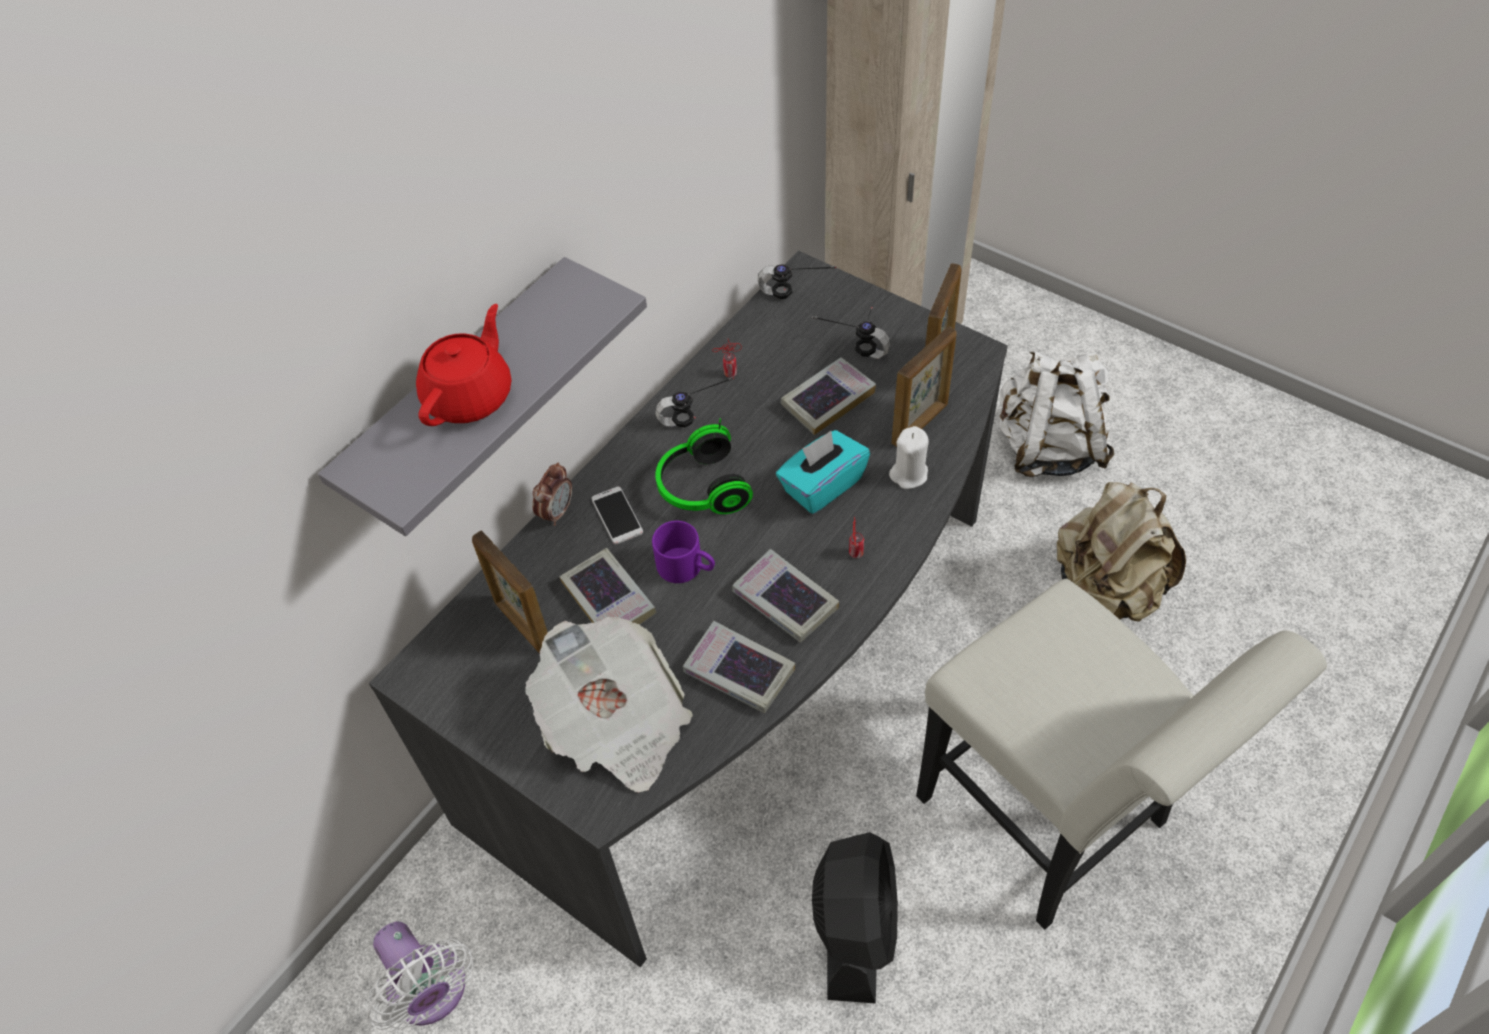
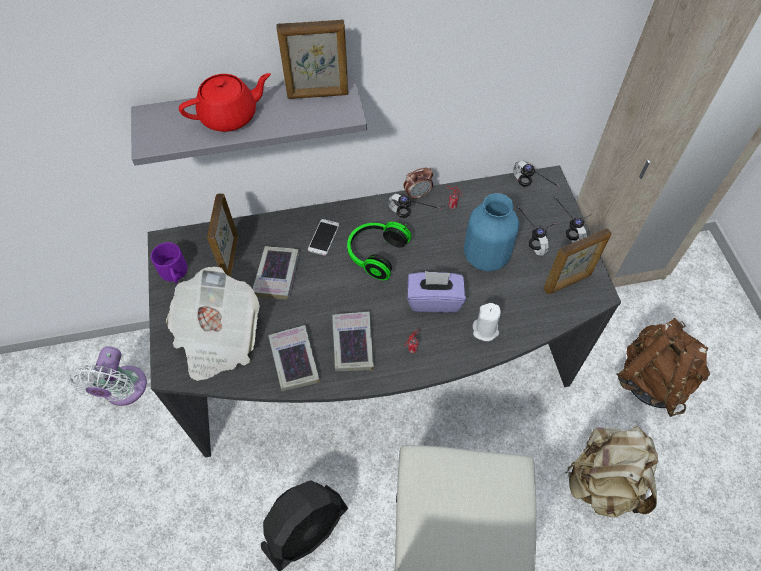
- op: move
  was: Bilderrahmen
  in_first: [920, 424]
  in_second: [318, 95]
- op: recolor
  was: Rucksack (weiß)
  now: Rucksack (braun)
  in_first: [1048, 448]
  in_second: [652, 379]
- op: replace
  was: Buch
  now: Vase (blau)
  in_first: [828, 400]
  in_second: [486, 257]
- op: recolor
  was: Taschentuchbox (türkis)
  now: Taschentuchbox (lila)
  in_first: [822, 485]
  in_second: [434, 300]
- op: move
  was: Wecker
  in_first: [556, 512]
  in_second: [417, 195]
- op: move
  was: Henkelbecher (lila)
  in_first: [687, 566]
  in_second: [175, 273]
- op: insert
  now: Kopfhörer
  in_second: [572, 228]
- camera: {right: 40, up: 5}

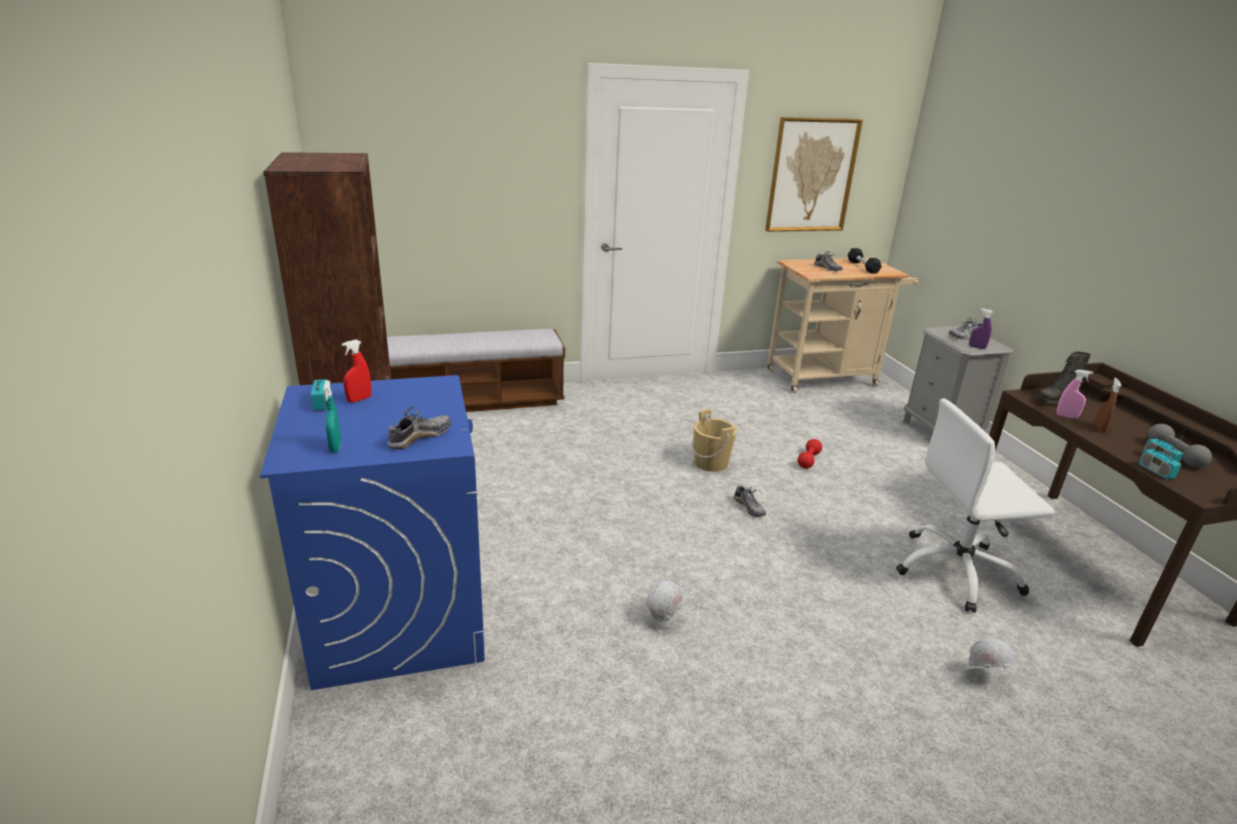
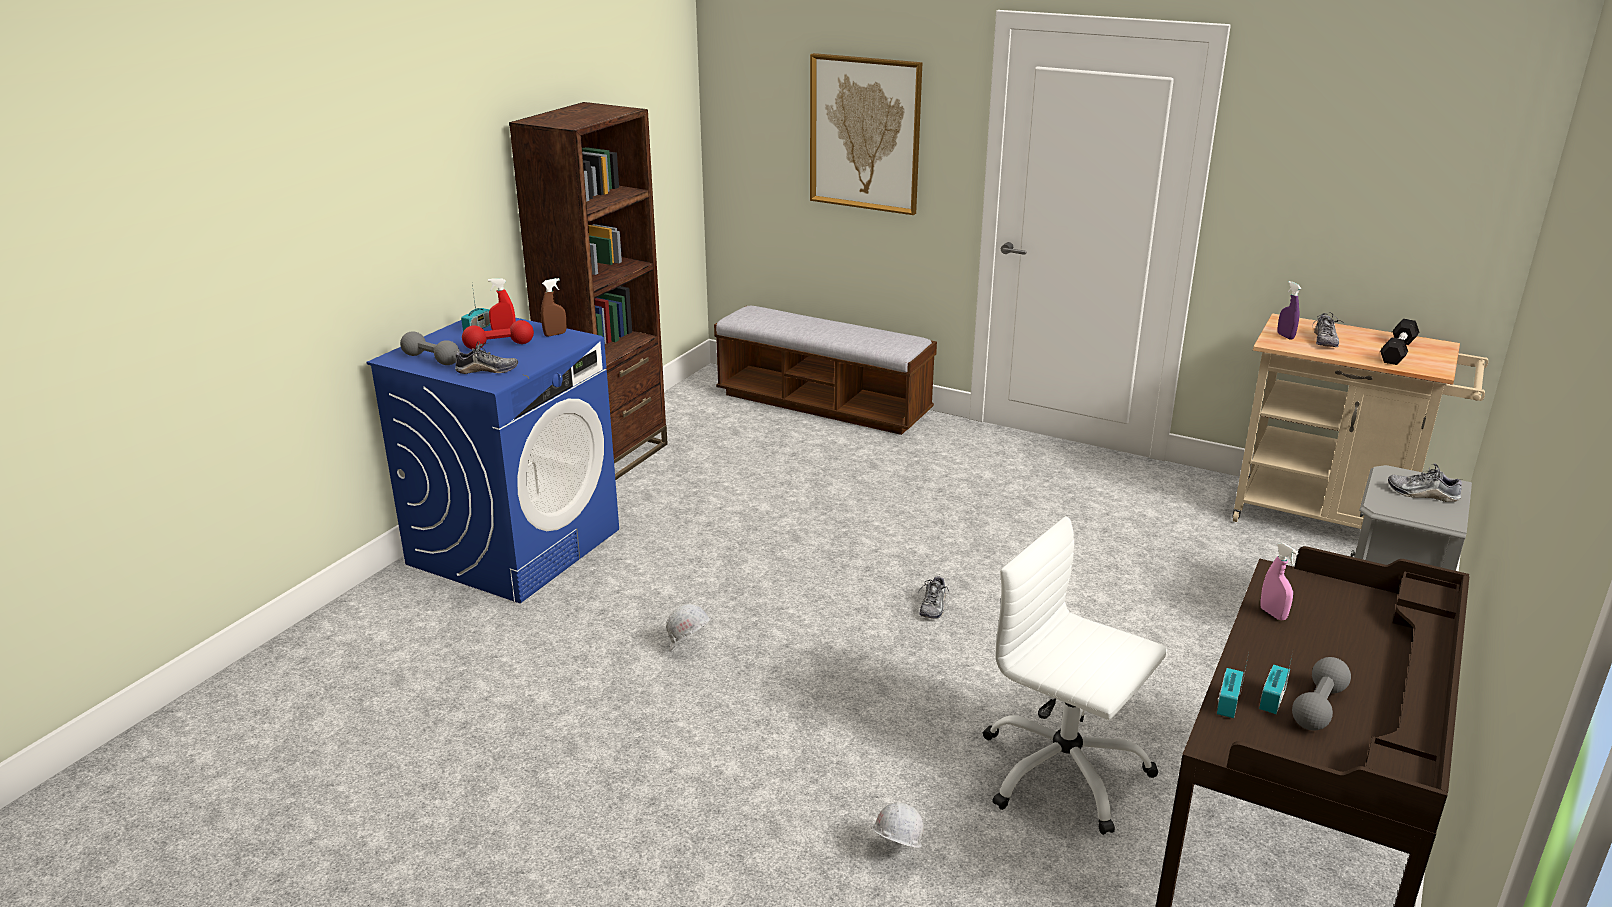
- op: move
  was: Bild
  in_first: [811, 175]
  in_second: [865, 133]
- op: move
  was: Sprühflasche (lila)
  in_first: [977, 347]
  in_second: [1285, 336]
- op: delete
  was: Stiefel (schwarz)
  in_first: [1055, 399]
- op: move
  was: Sprühflasche (braun)
  in_first: [1099, 428]
  in_second: [555, 334]
- op: replace
  was: Sprühflasche (türkis)
  now: Hantel (grau)
  in_first: [335, 447]
  in_second: [431, 359]
- op: delete
  was: Eimer (beige)
  in_first: [711, 463]
- op: move
  was: Hantel (rot)
  in_first: [808, 460]
  in_second: [499, 346]
- camera: {right: 45, up: 0}

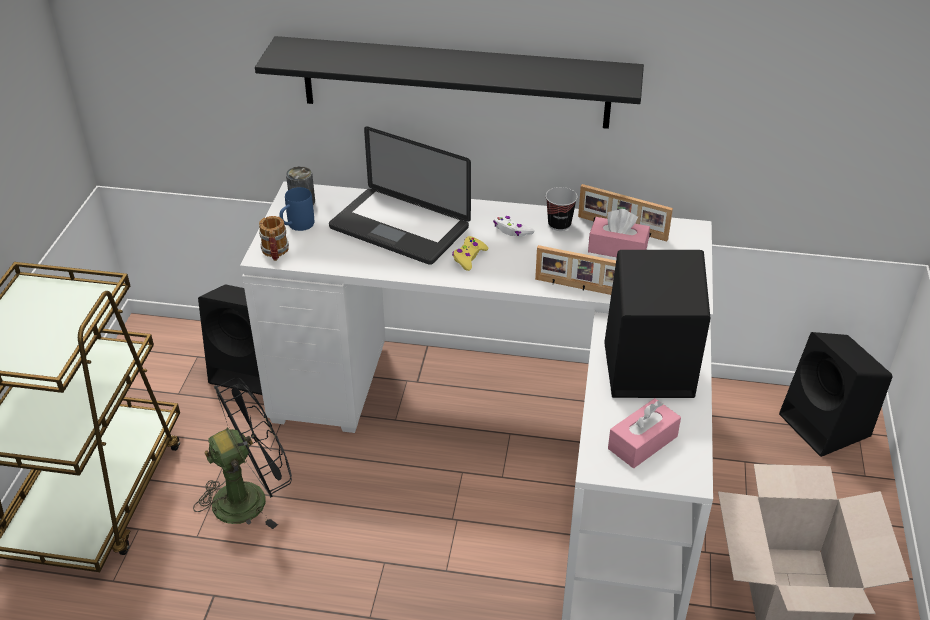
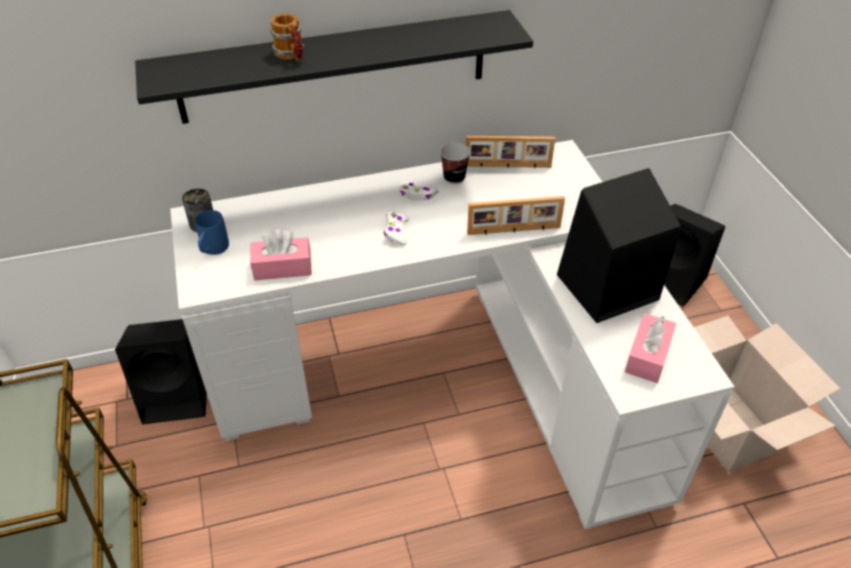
- op: delete
  was: Laptop
  in_first: [399, 228]
- op: move
  was: Taschentuchbox (rosa)
  in_first: [617, 249]
  in_second: [282, 267]
- op: move
  was: Henkelbecher
  in_first: [275, 253]
  in_second: [291, 55]
- op: recolor
  was: Gamepad (gelb)
  now: Gamepad (weiß)
  in_first: [469, 257]
  in_second: [396, 232]
- op: delete
  was: Ventilator (schwarz)
  in_first: [250, 497]
- camera: {right: -25, up: 5}

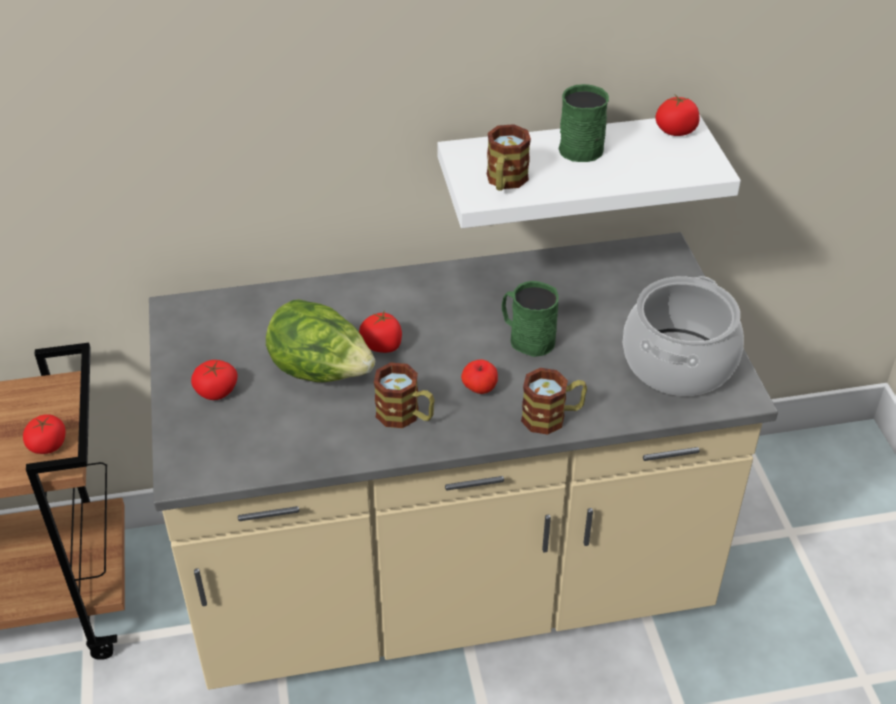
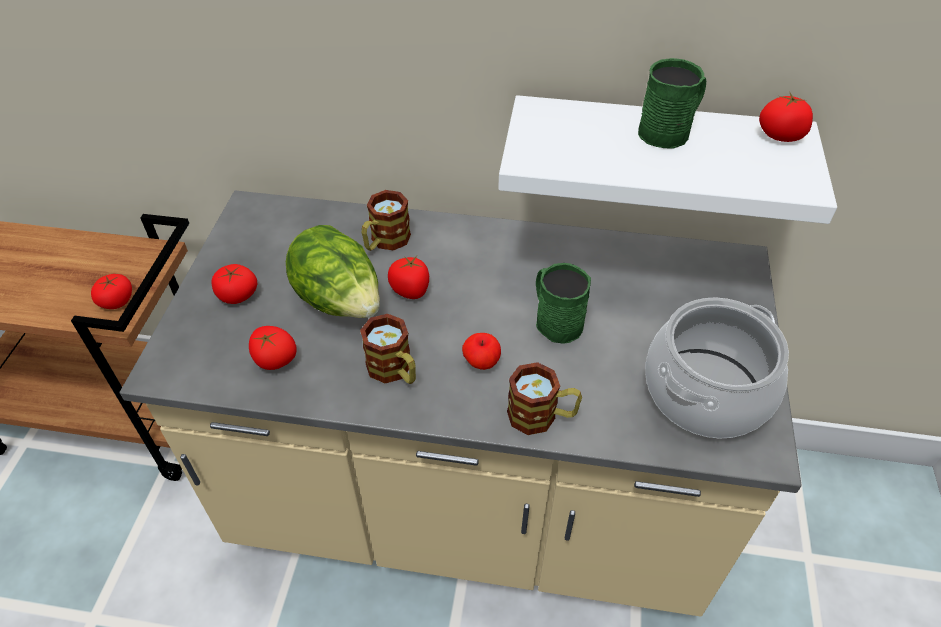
- op: move
  was: Henkelbecher
  in_first: [505, 182]
  in_second: [385, 242]
- op: insert
  now: Tomate
  in_second: [275, 360]
- camera: {right: 20, up: 5}

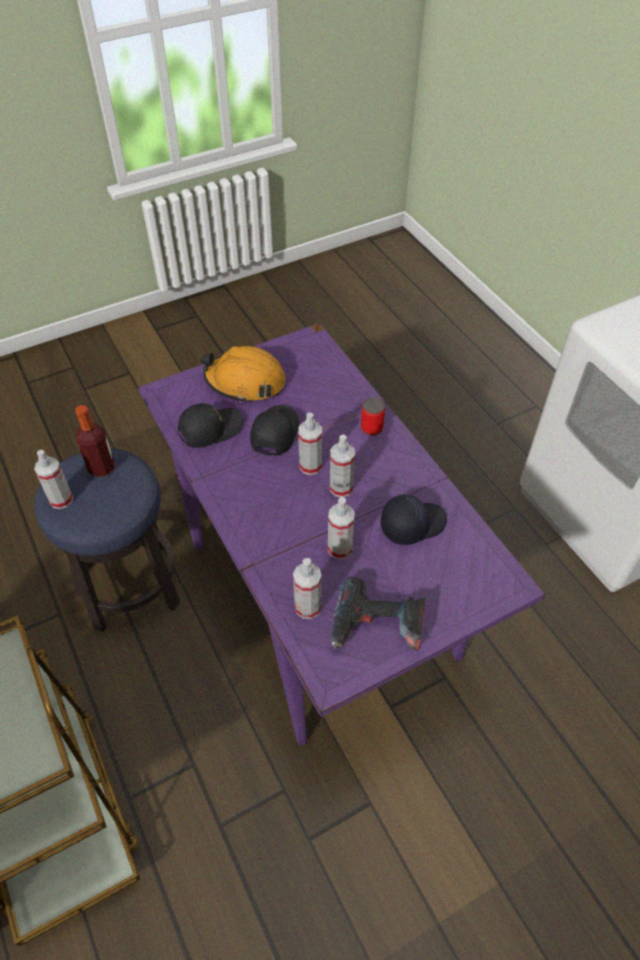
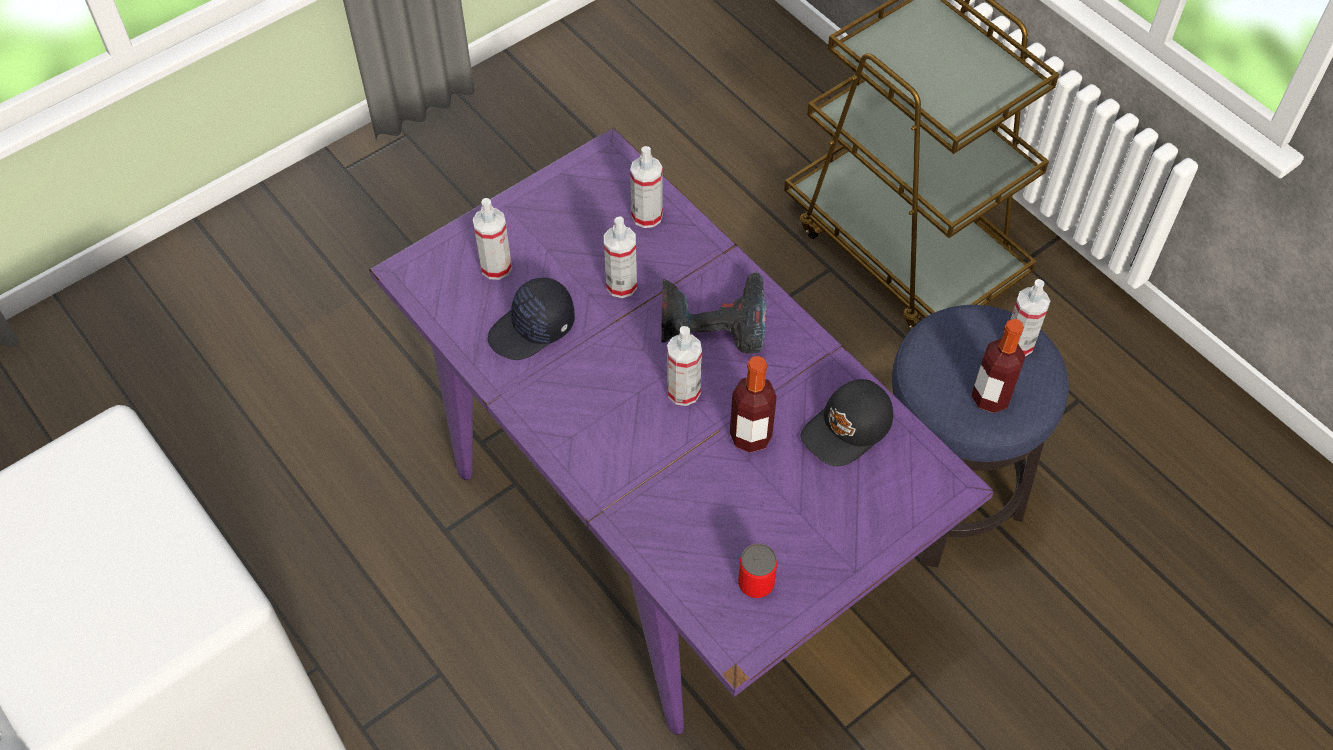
- op: delete
  was: Schutzhelm (orange)
  in_first: [245, 382]
- op: move
  was: Dose
  in_first: [371, 428]
  in_second: [756, 583]
- op: replace
  was: Kappe (schwarz)
  now: Flasche
  in_first: [273, 433]
  in_second: [750, 436]
- op: move
  was: Sprühflasche
  in_first: [341, 488]
  in_second: [496, 267]
- op: move
  was: Bohrmaschine
  in_first: [376, 626]
  in_second: [713, 319]
- camera: {right: 170, up: 5}

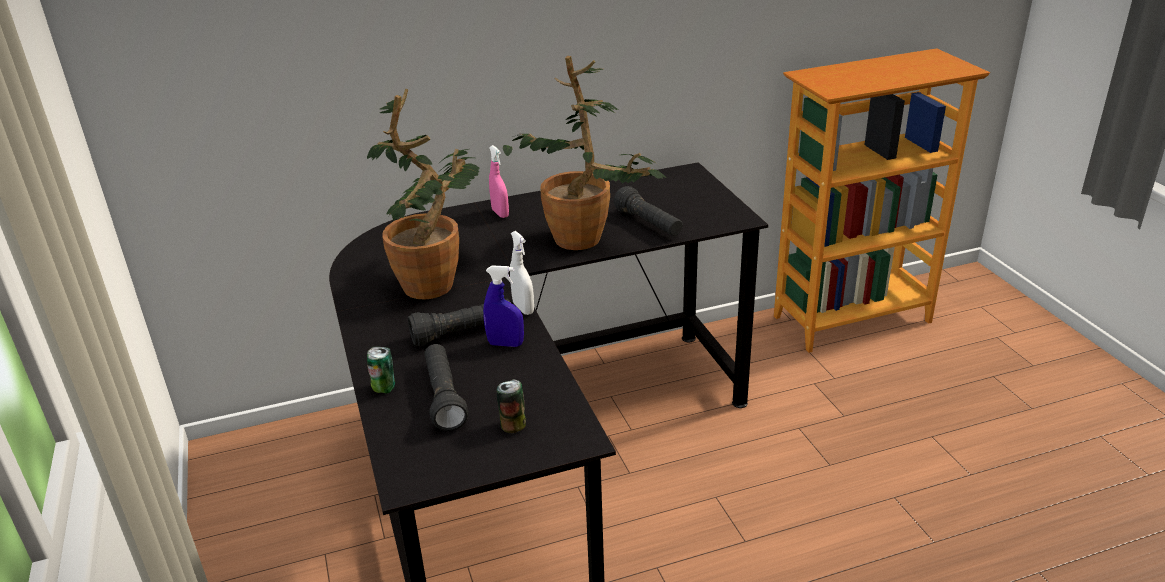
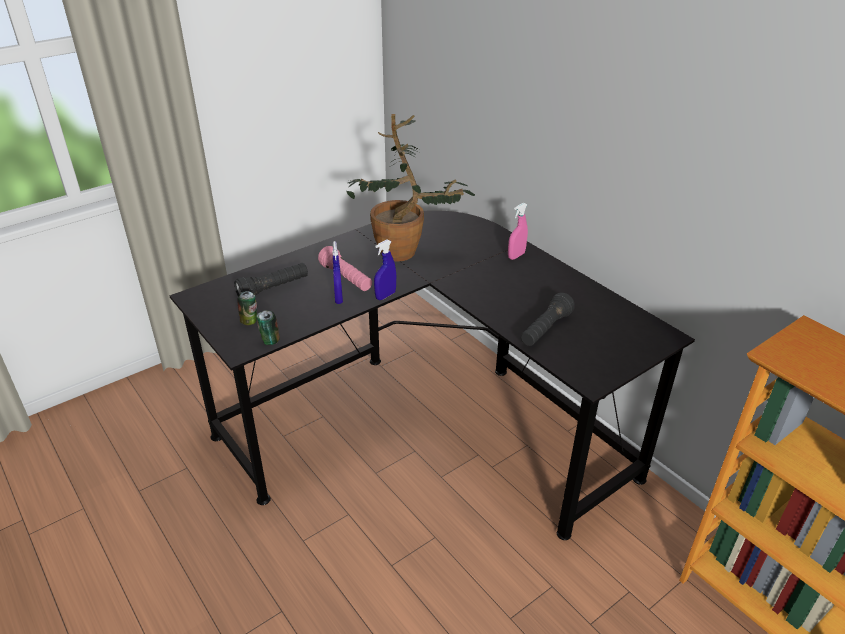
- op: delete
  was: Topfpflanze
  in_first: [586, 243]
- op: recolor
  was: Sprühflasche (weiß)
  now: Sprühflasche (blau)
  in_first: [523, 308]
  in_second: [385, 295]
- op: recolor
  was: Taschenlampe (schwarz)
  now: Taschenlampe (rosa)
  in_first: [463, 332]
  in_second: [346, 279]
- op: move
  was: Dose
  in_first: [384, 388]
  in_second: [270, 340]
- camera: {right: 70, up: 5}

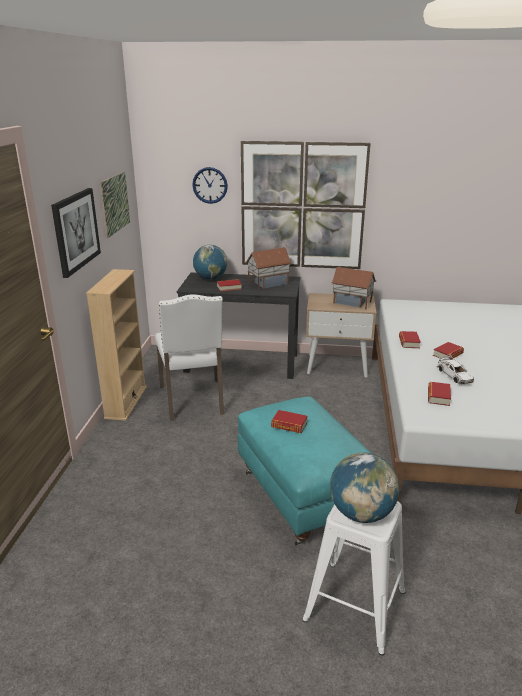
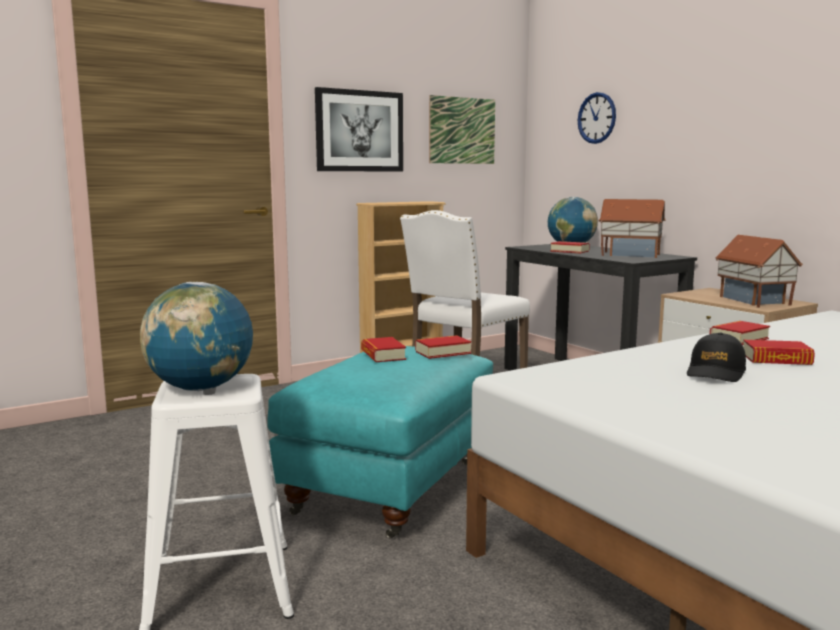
- op: delete
  was: Bild
  in_first: [302, 206]
- op: replace
  was: Spielzeugauto (weiß)
  now: Kappe (schwarz)
  in_first: [454, 375]
  in_second: [716, 372]
- op: move
  was: Buch
  in_first: [438, 396]
  in_second: [442, 352]
- camera: {right: 50, up: -15}

